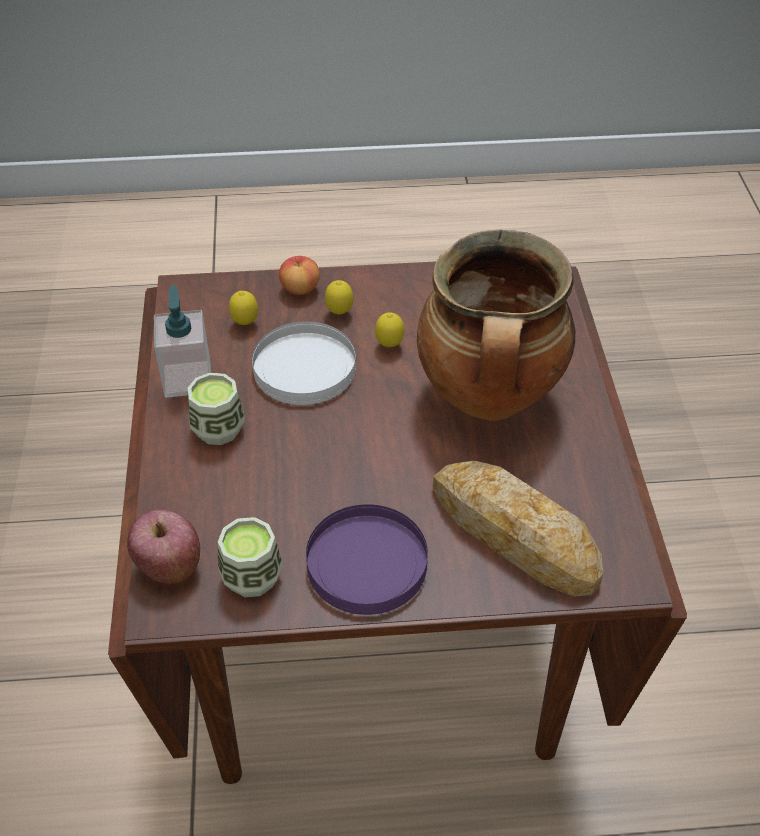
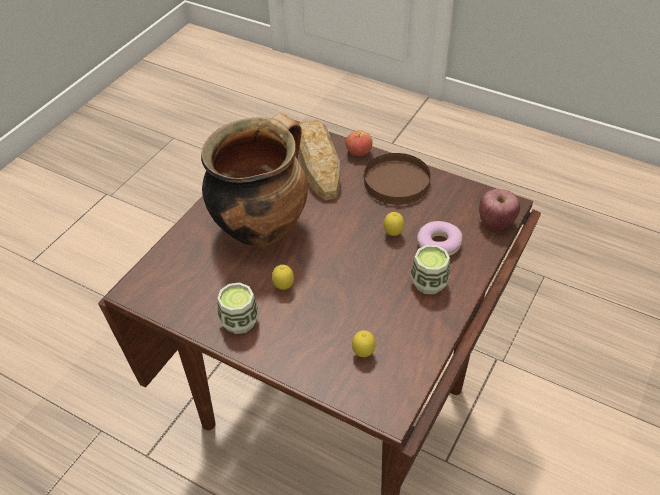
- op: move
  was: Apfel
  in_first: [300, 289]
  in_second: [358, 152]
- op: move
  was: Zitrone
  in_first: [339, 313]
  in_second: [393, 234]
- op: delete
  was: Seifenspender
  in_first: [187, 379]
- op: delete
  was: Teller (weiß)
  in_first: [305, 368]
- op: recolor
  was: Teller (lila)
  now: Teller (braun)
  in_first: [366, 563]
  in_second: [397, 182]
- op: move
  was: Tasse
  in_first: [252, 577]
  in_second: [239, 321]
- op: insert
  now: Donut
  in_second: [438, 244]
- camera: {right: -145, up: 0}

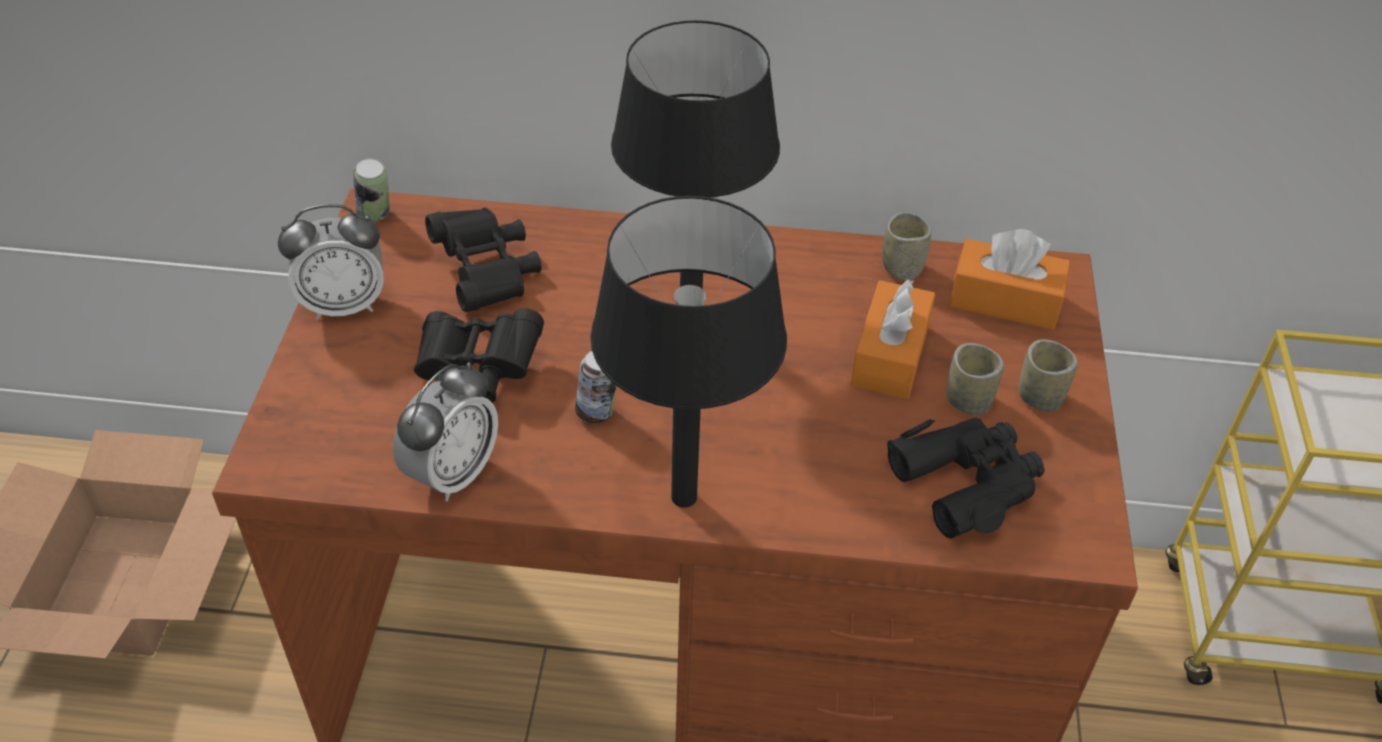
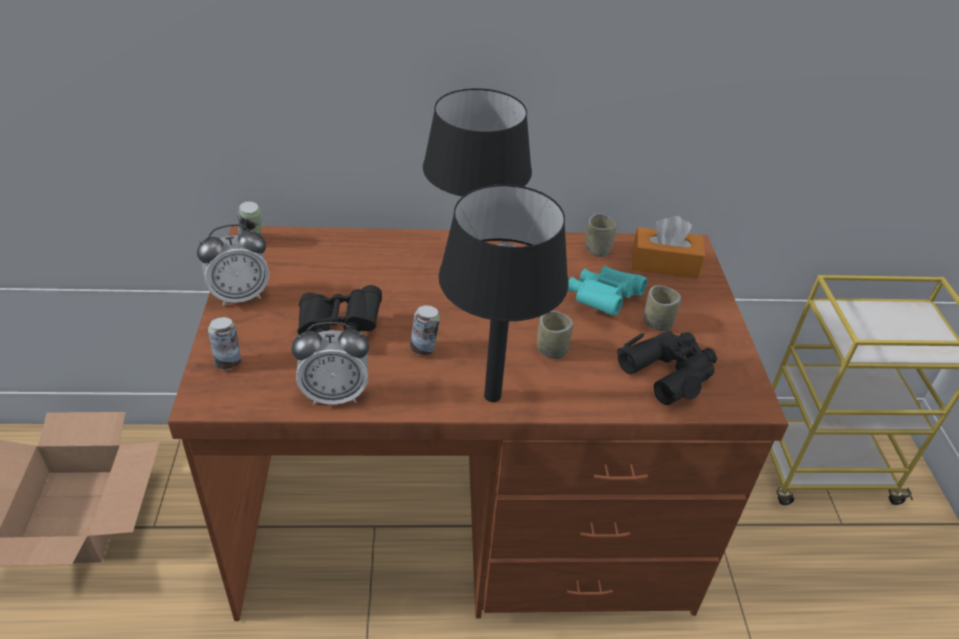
- op: delete
  was: Fernglas (schwarz)
  in_first: [487, 273]
- op: replace
  was: Taschentuchbox (orange)
  now: Fernglas (türkis)
  in_first: [890, 355]
  in_second: [603, 300]
- op: move
  was: Tasse
  in_first: [1040, 397]
  in_second: [552, 350]
- op: rotate
  was: Wecker
  in_first: [452, 473]
  in_second: [335, 395]
  clockwise: 60
- op: insert
  now: Dose
  in_second: [228, 362]
- camera: {right: -10, up: -5}

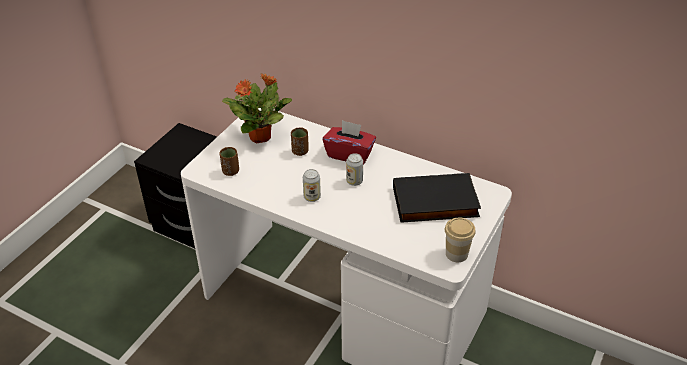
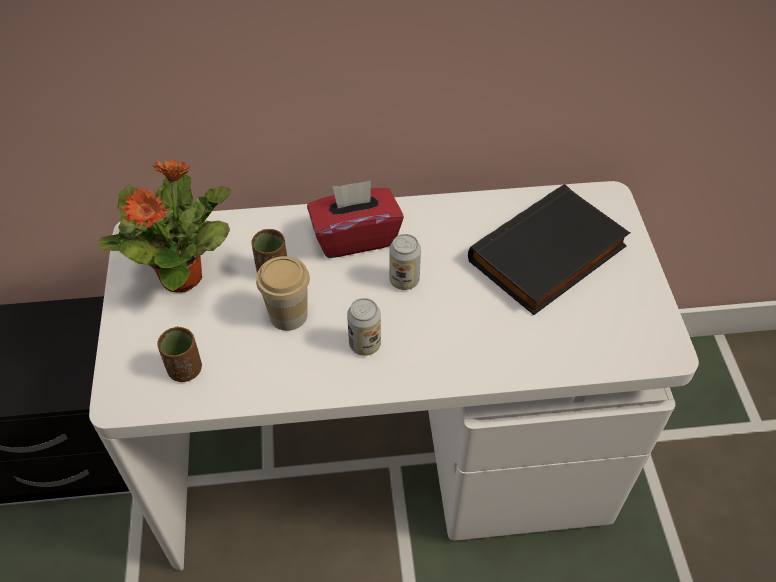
- op: move
  was: Tasse
  in_first: [456, 254]
  in_second: [288, 315]
- camera: {right: -35, up: 10}

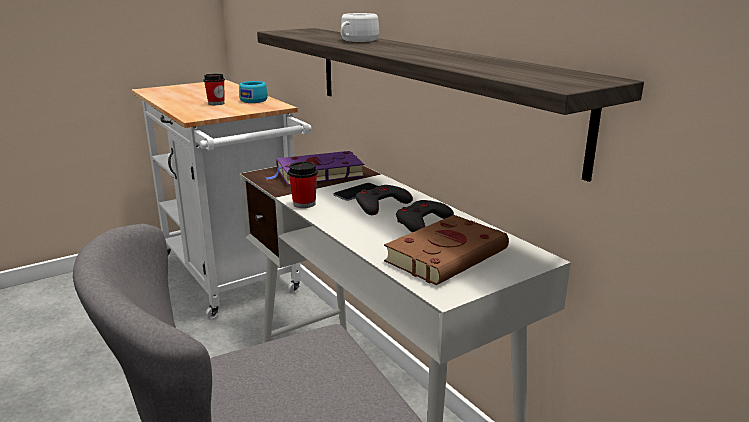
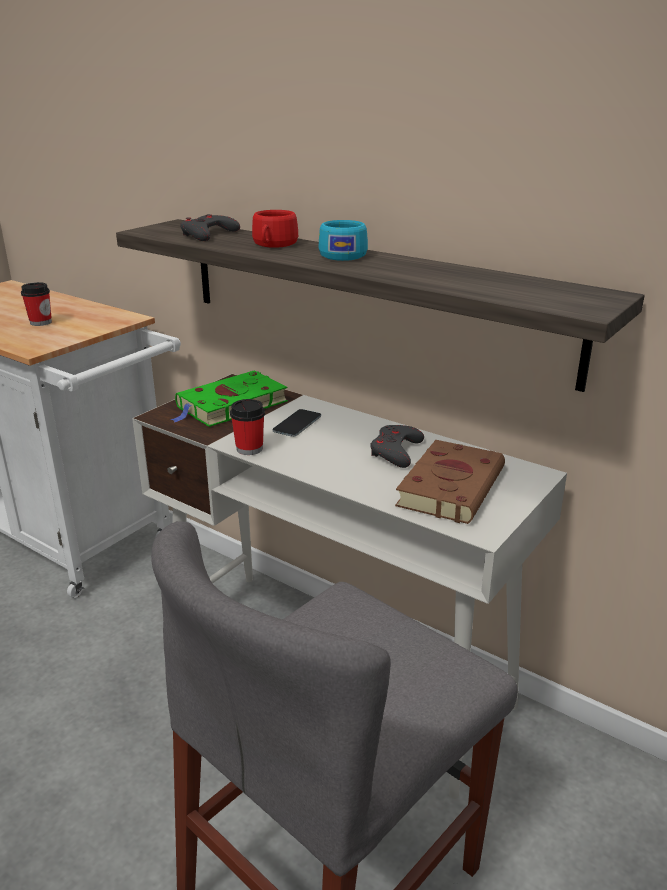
- op: recolor
  was: Tasse (weiß)
  now: Tasse (rot)
  in_first: [357, 40]
  in_second: [273, 245]
- op: move
  was: Tasse (türkis)
  in_first: [255, 100]
  in_second: [343, 255]
- op: recolor
  was: Buch (lila)
  now: Buch (grün)
  in_first: [317, 174]
  in_second: [230, 405]
- op: move
  was: Gamepad (grau)
  in_first: [381, 205]
  in_second: [208, 234]
- camera: {right: -20, up: 5}

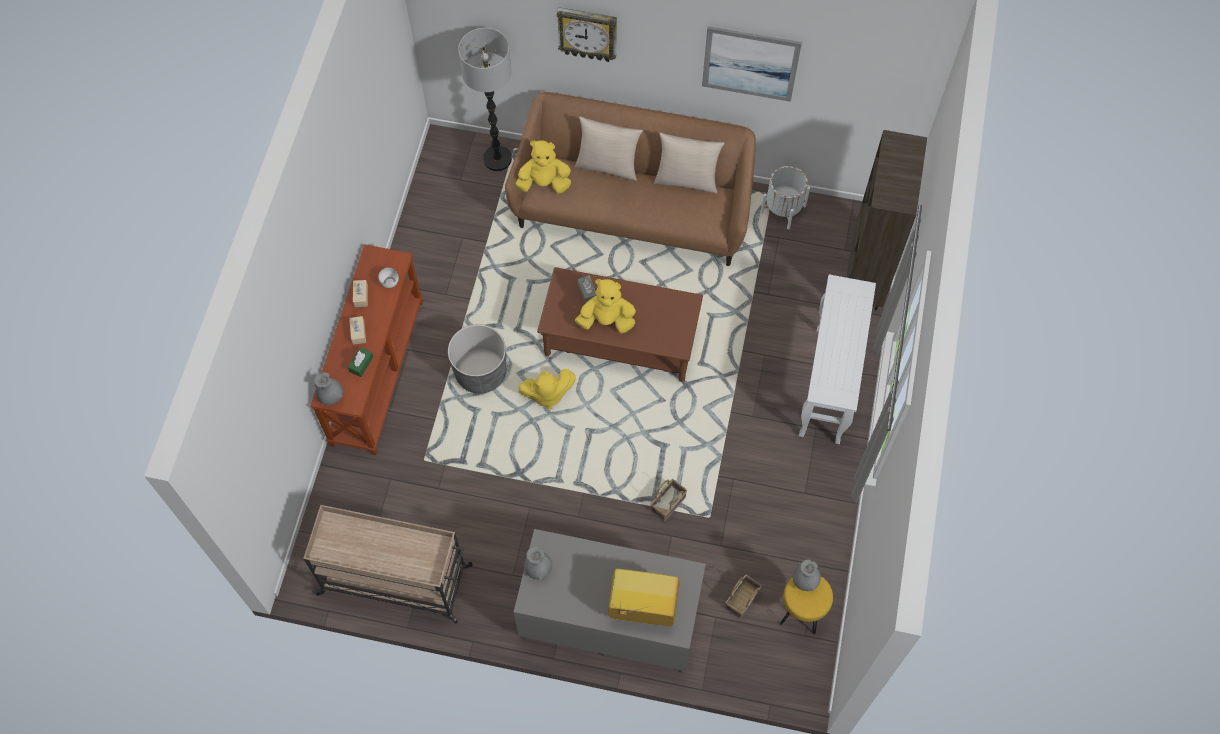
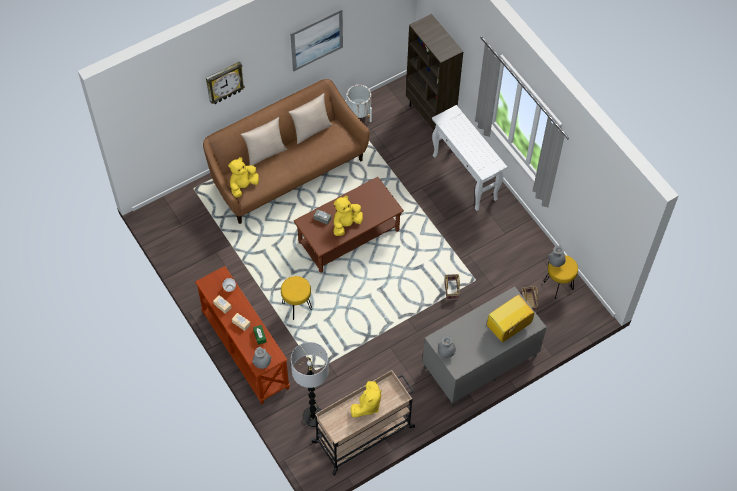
- op: move
  was: Stehlampe
  in_first: [497, 159]
  in_second: [313, 416]
- op: replace
  was: Pflanzkübel (grau)
  now: Hocker (gelb)
  in_first: [480, 372]
  in_second: [297, 307]
- op: move
  was: Plüschtier (gelb)
  in_first: [547, 394]
  in_second: [367, 406]
- camera: {right: -45, up: -5}

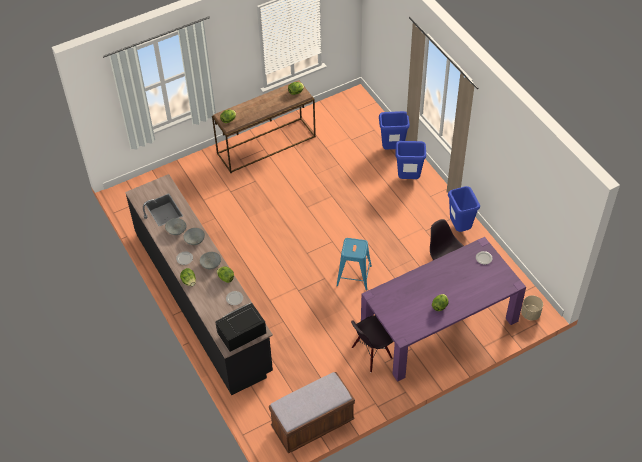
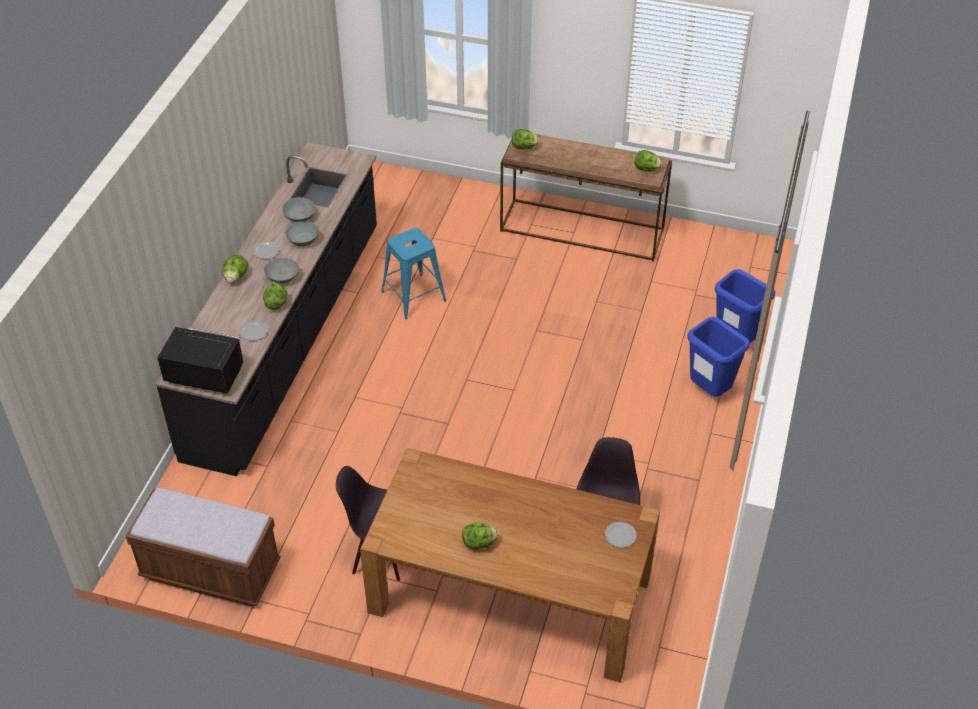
- op: delete
  was: Mülleimer (blau)
  in_first: [460, 228]
- op: recolor
  was: Esstisch (lila)
  now: Esstisch (braun)
  in_first: [439, 324]
  in_second: [510, 593]
- op: move
  was: Hocker (blau)
  in_first: [354, 276]
  in_second: [413, 296]
- op: delete
  was: Pflanzkübel (beige)
  in_first: [530, 314]
- camera: {right: 45, up: -5}

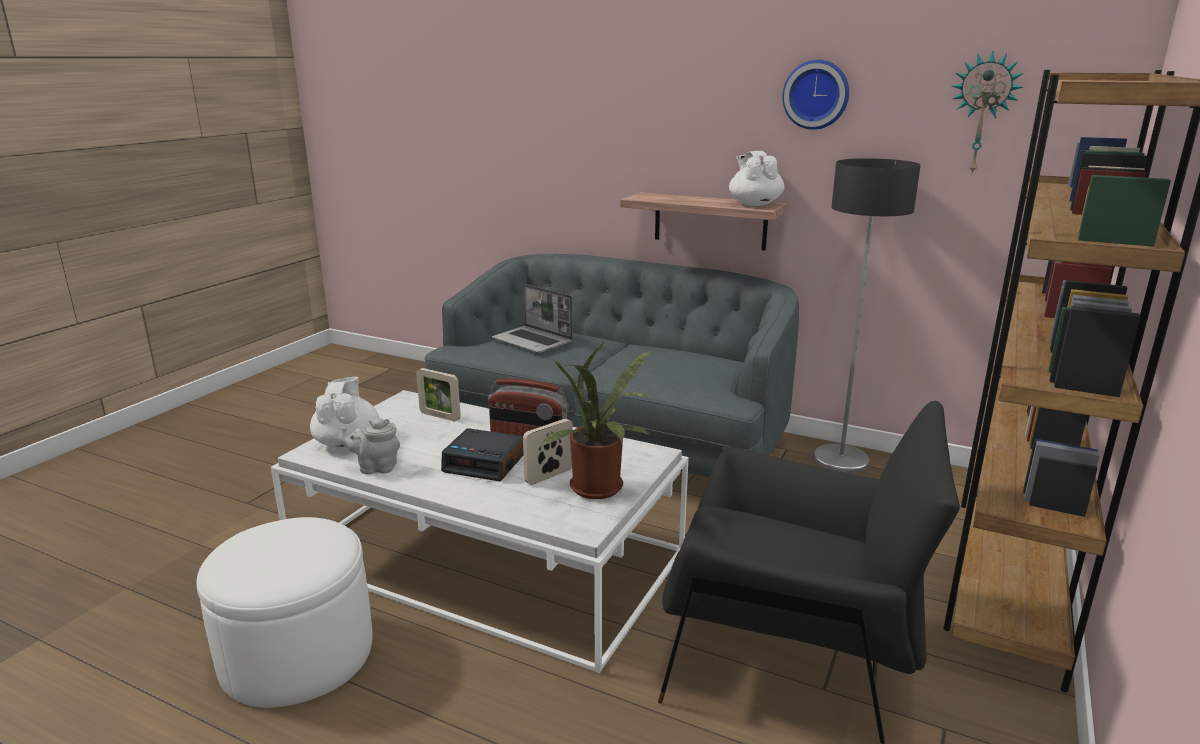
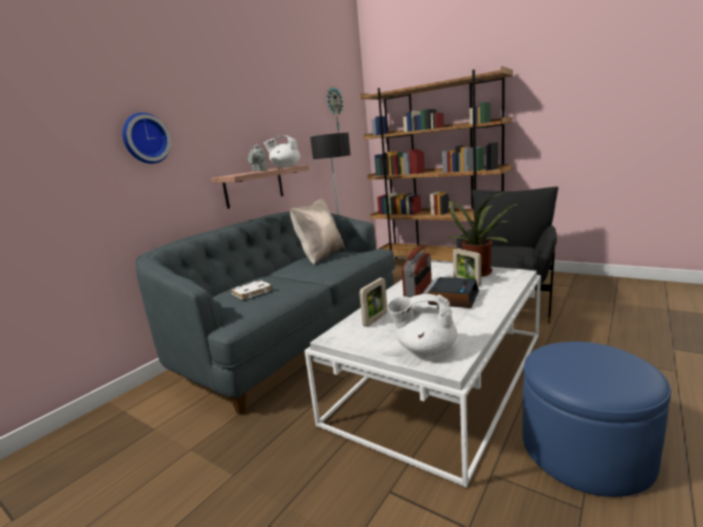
- op: move
  was: Wanduhr
  in_first: [816, 94]
  in_second: [145, 138]
- op: replace
  was: Laptop
  now: Buch (weiß)
  in_first: [533, 341]
  in_second: [252, 292]
- op: move
  was: Teekanne (grau)
  in_first: [375, 468]
  in_second: [259, 171]
- op: recolor
  was: Polsterhocker (weiß)
  now: Polsterhocker (blau)
  in_first: [297, 654]
  in_second: [585, 449]
- op: insert
  now: Kissen (beige)
  in_second: [320, 256]
- camera: {right: -80, up: -5}

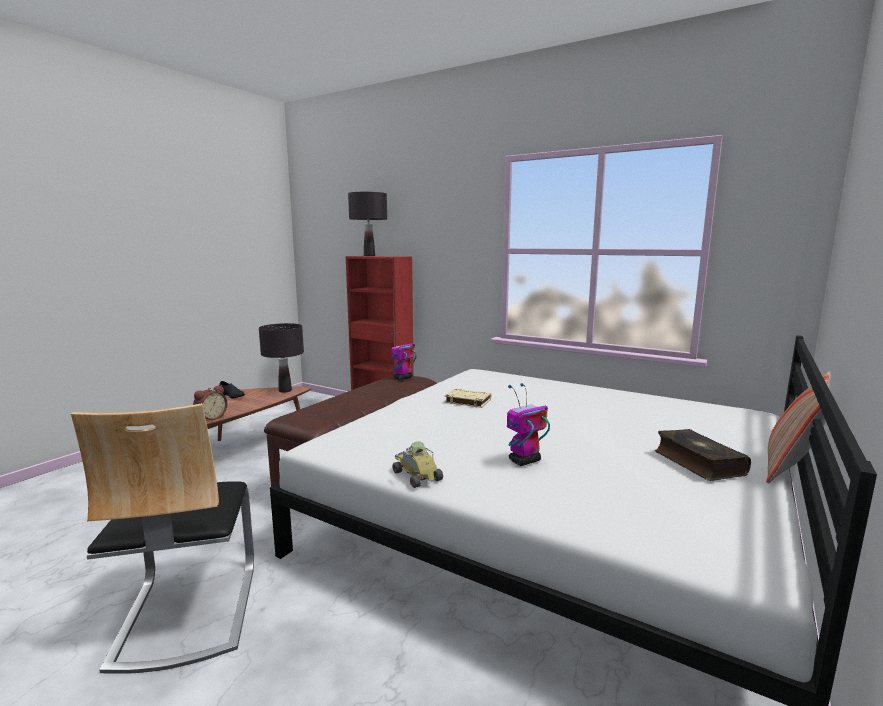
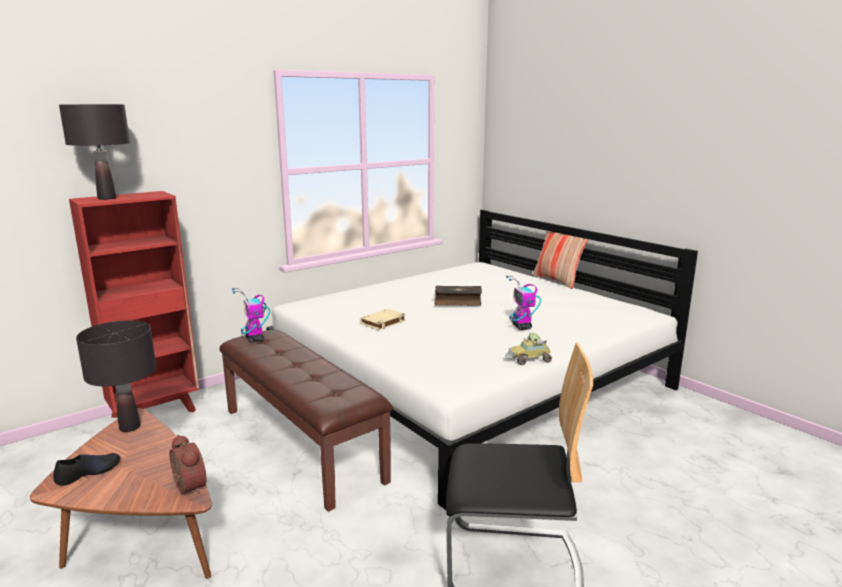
- op: move
  was: Buch
  in_first: [697, 463]
  in_second: [457, 302]
- camera: {right: -70, up: 5}

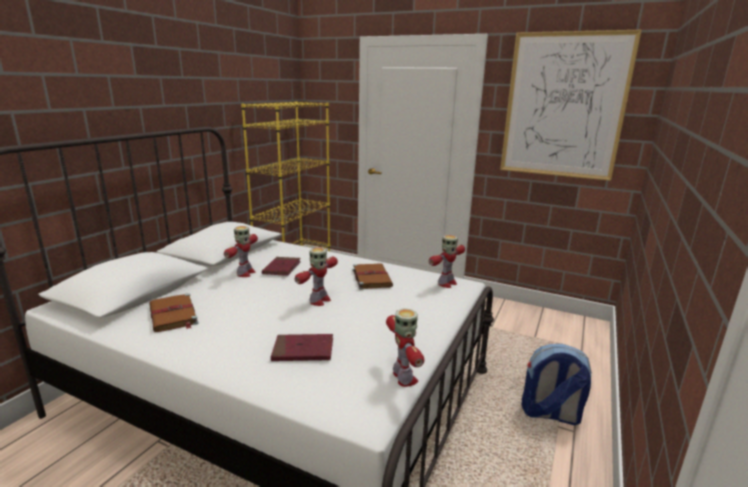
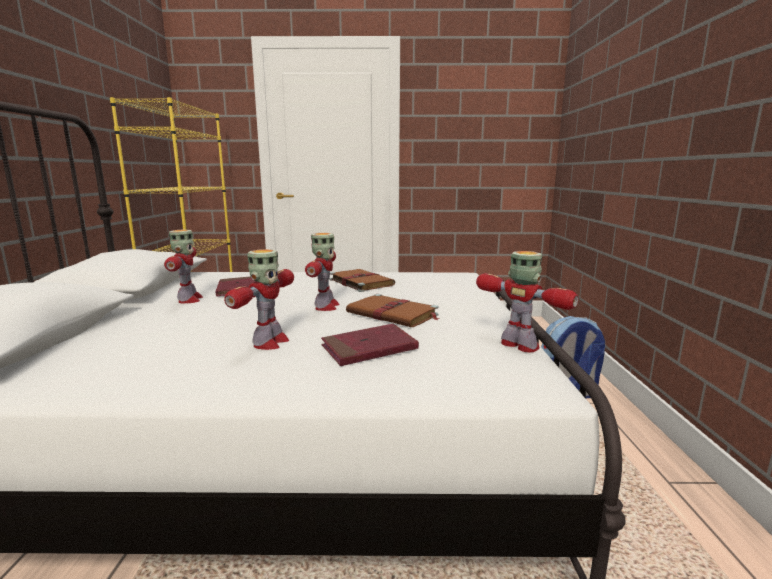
- op: delete
  was: Bild
  in_first: [564, 106]
- op: move
  was: Spielzeugroboter
  in_first: [446, 283]
  in_second: [269, 343]
- op: move
  was: Buch (braun)
  in_first: [173, 315]
  in_second: [393, 314]
- camera: {right: -25, up: -5}

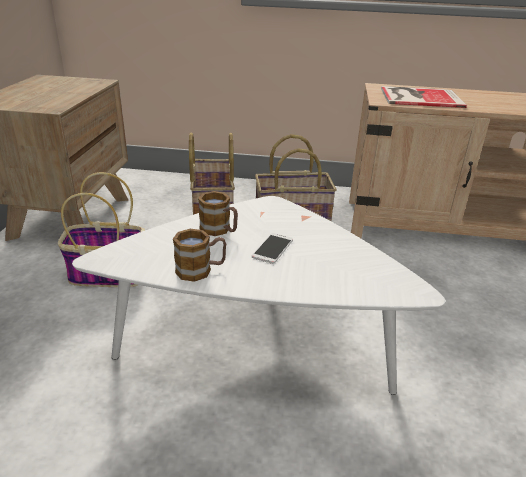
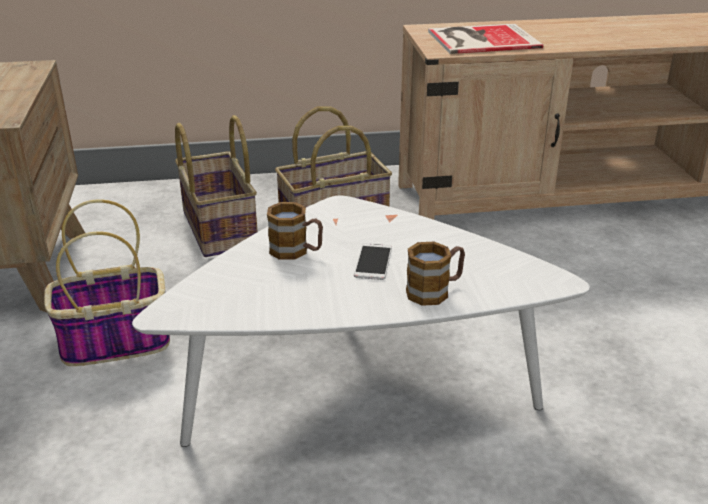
- op: move
  was: Henkelbecher
  in_first: [201, 270]
  in_second: [435, 291]
- camera: {right: -15, up: 0}

